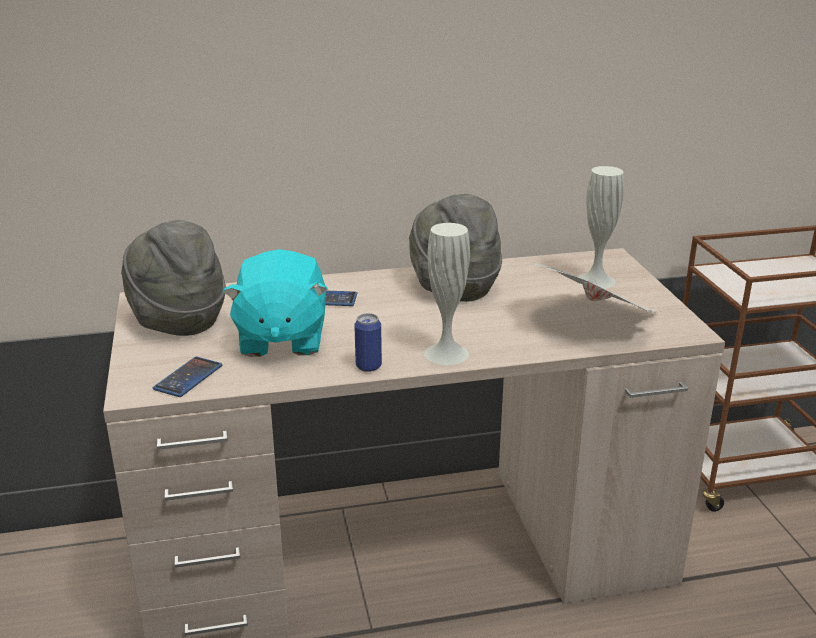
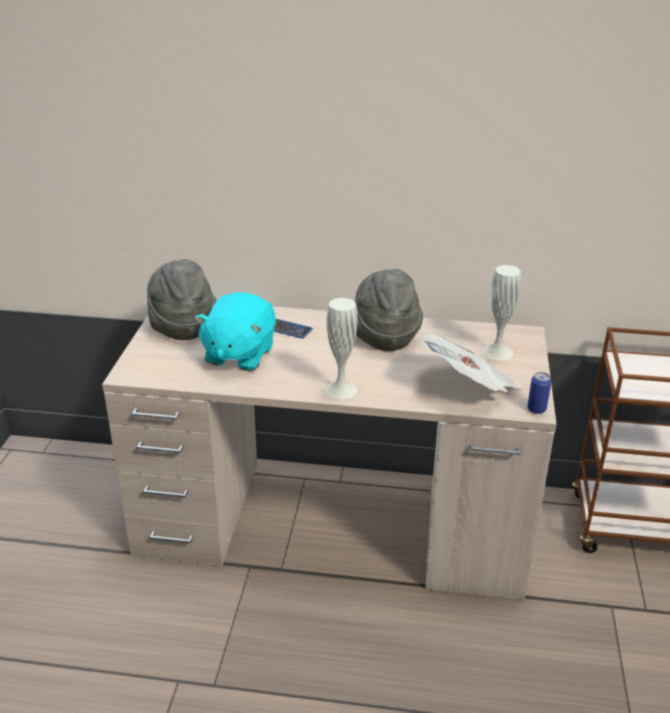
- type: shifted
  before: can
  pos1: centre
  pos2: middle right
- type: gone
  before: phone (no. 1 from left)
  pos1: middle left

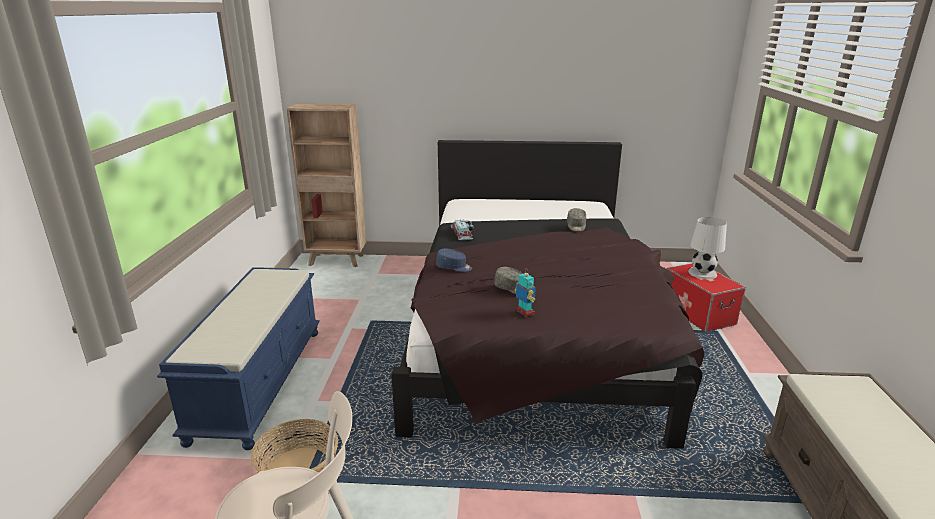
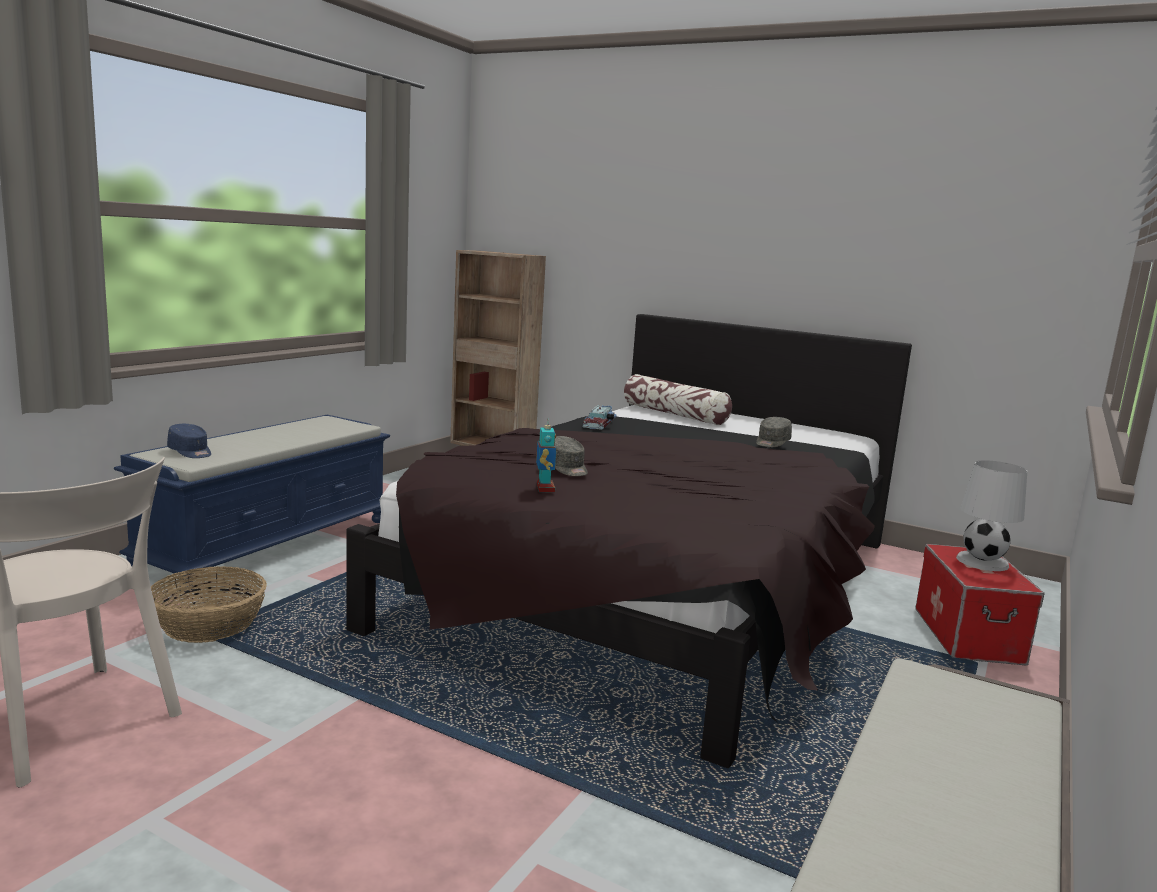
- type: shifted
  before: blue cap
  pos1: centre
  pos2: middle left
- type: new
  after: pillow
  pos2: centre

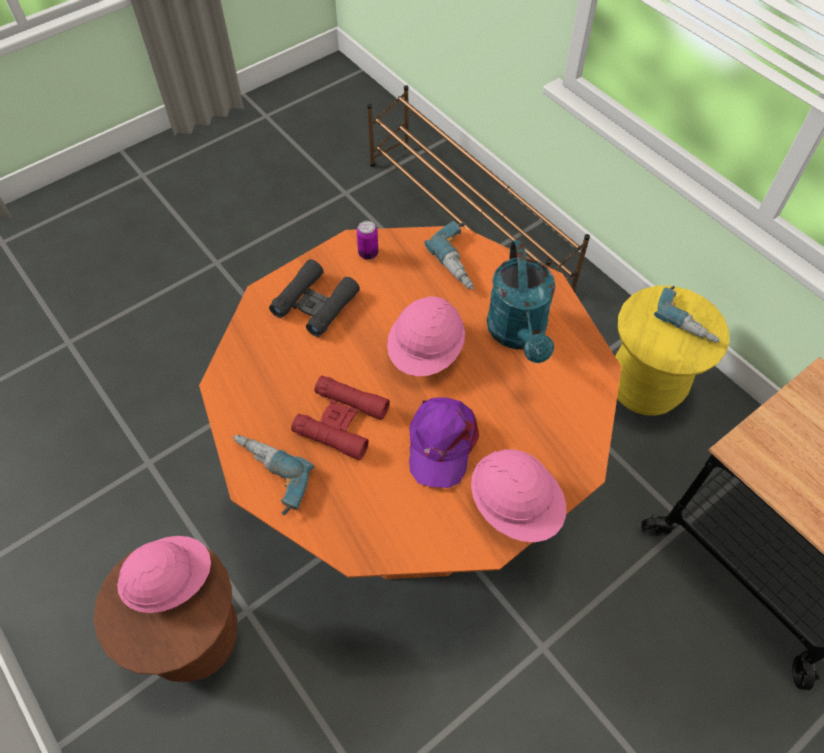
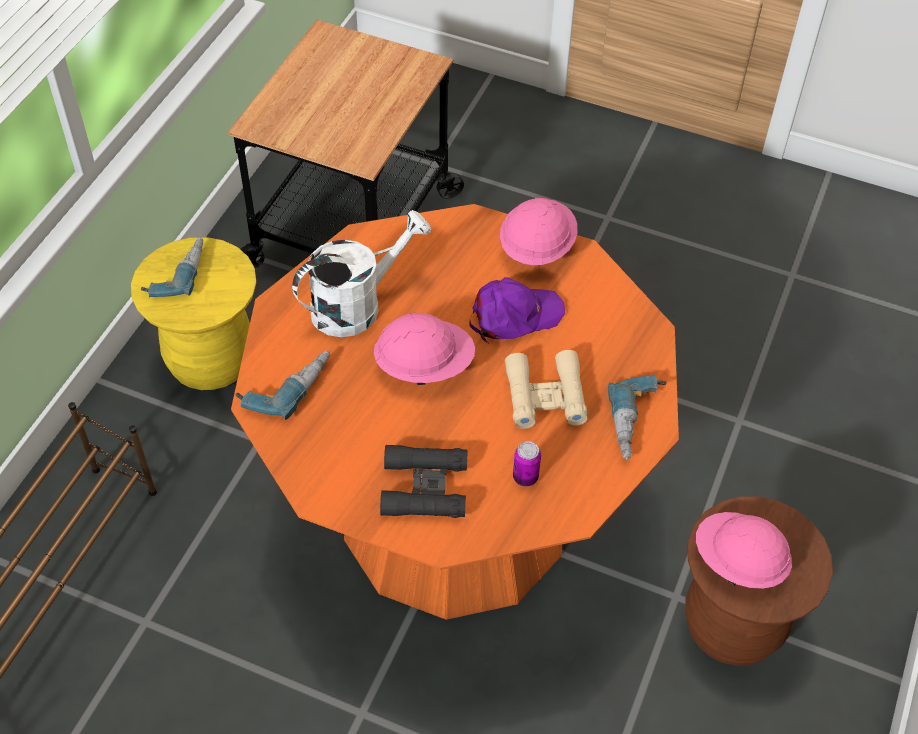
- type: repainted
  before: turquoise watering can
  after: white watering can
  pos1: centre
  pos2: centre
- type: repainted
  before: red binoculars
  after: beige binoculars
  pos1: centre
  pos2: centre
- type: shifted
  before: can
  pos1: top centre
  pos2: centre

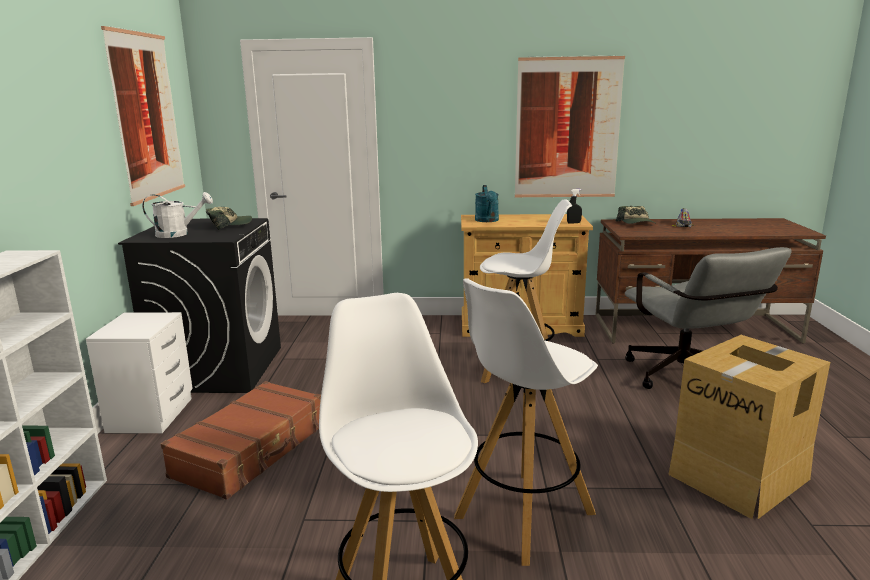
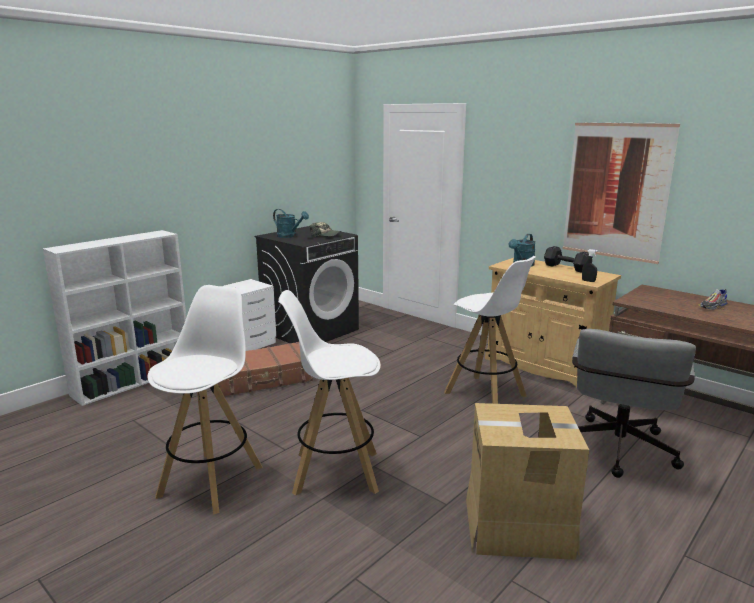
- type: repainted
  before: white watering can
  after: turquoise watering can (no. 1 from left)
  pos1: middle left
  pos2: centre
- type: new
  after: black dumbbell
  pos2: middle right
- type: gone
  before: picture (no. 1 from left)
  pos1: top left
- type: gone
  before: cap (no. 2 from left)
  pos1: middle right

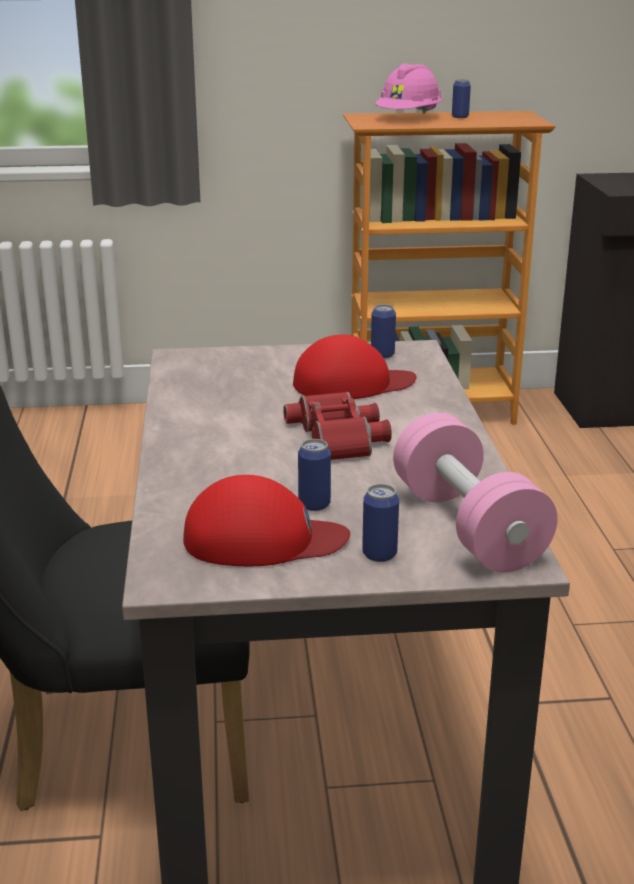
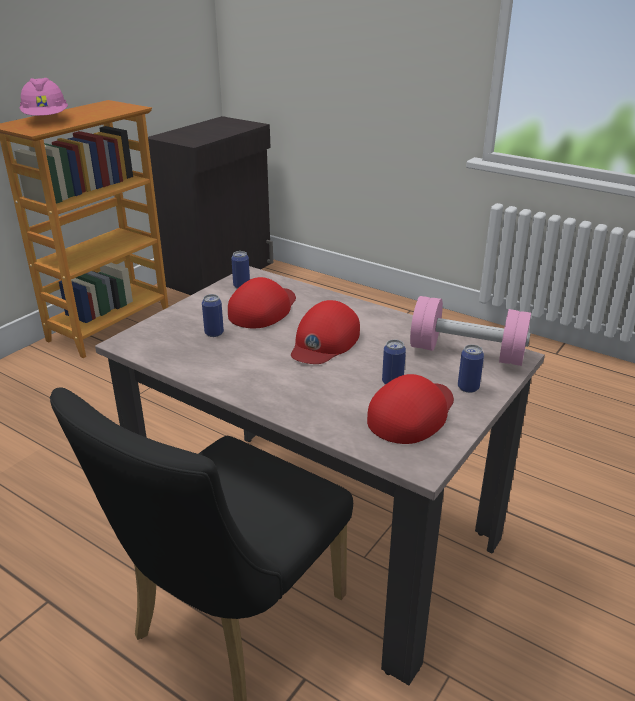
- type: shifted
  before: can (no. 4 from left in the first image)
  after: can (no. 1 from left)
  pos1: top right
  pos2: centre
- type: swapped
  before: red binoculars
  after: red cap (no. 2 from left)
  pos1: centre
  pos2: centre

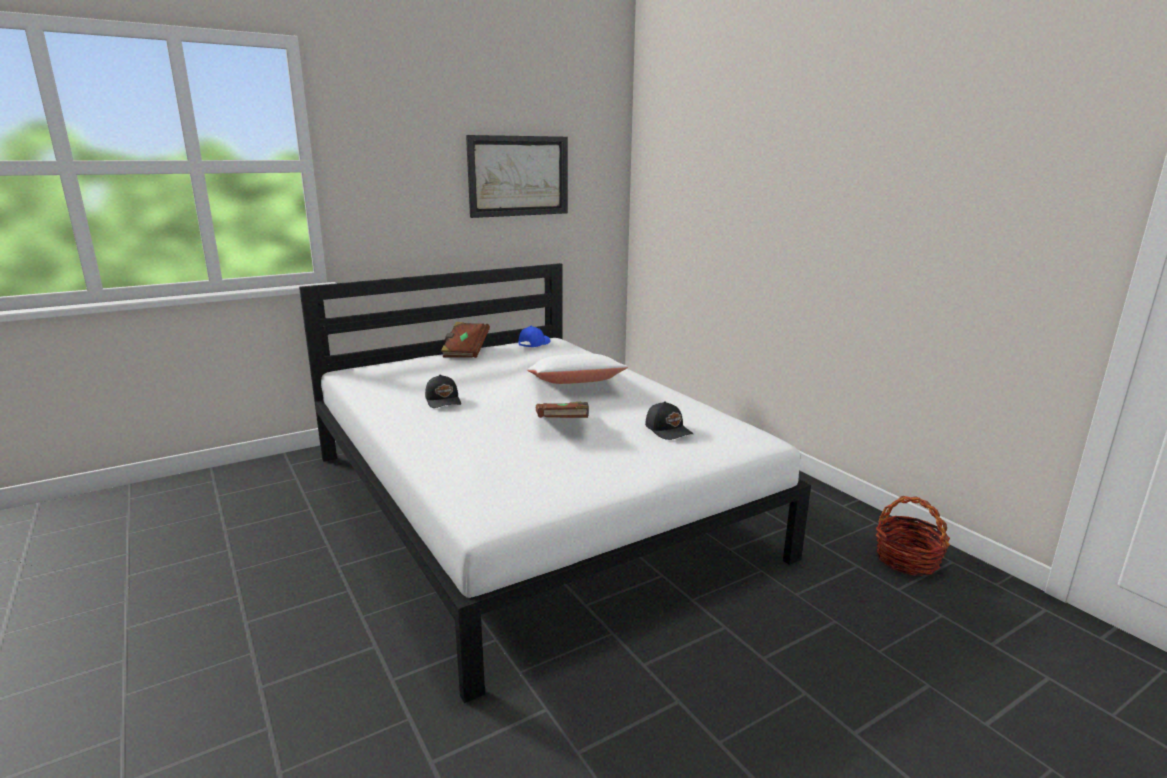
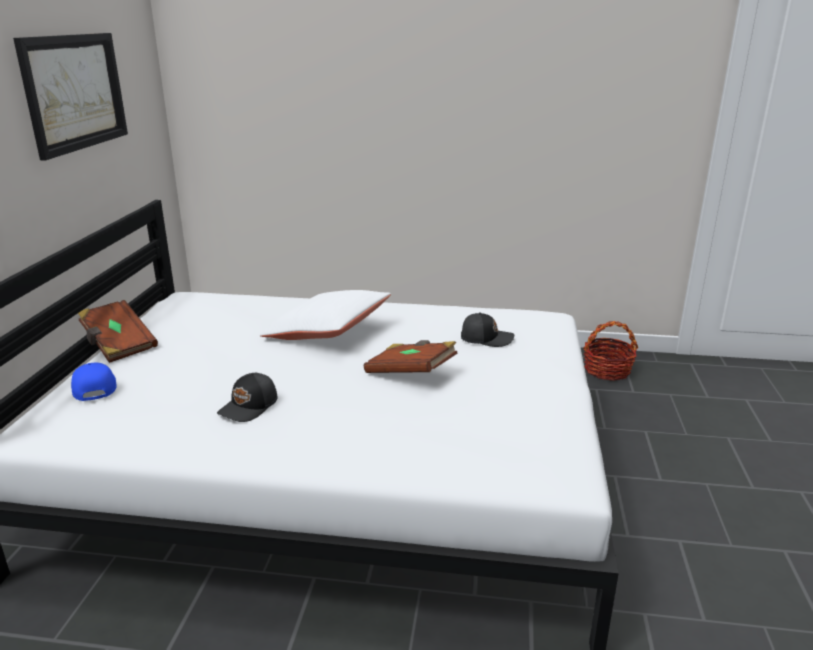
- type: shifted
  before: blue cap
  pos1: centre
  pos2: middle left
- type: rotated
  before: black cap (no. 1 from left)
  pos1: centre
  pos2: middle left
  turn: 105

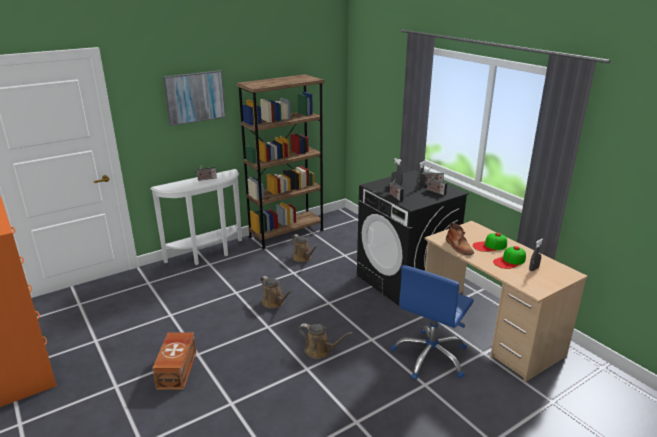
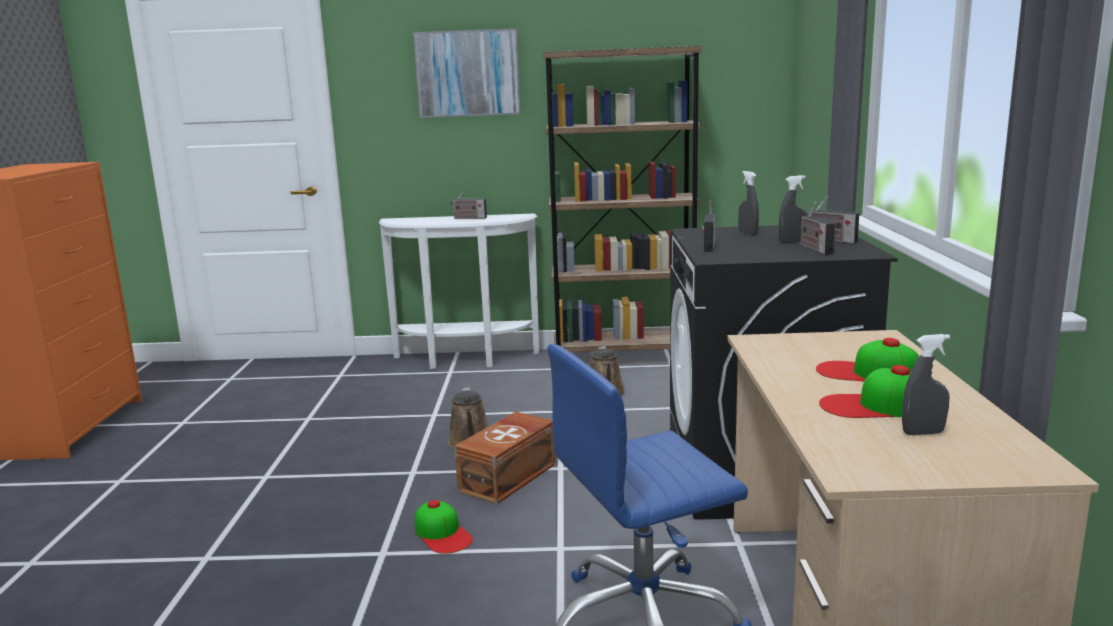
- type: swapped
  before: brown watering can (no. 3 from left)
  after: cap (no. 1 from left)
  pos1: bottom centre
  pos2: bottom centre
- type: shifted
  before: brown storage box
  pos1: bottom left
  pos2: bottom centre
- type: gone
  before: brown boot
  pos1: middle right

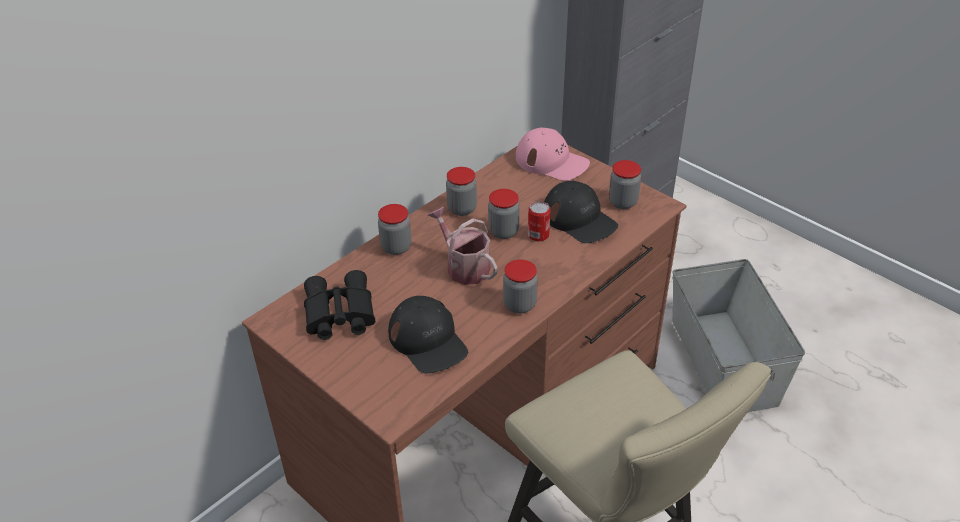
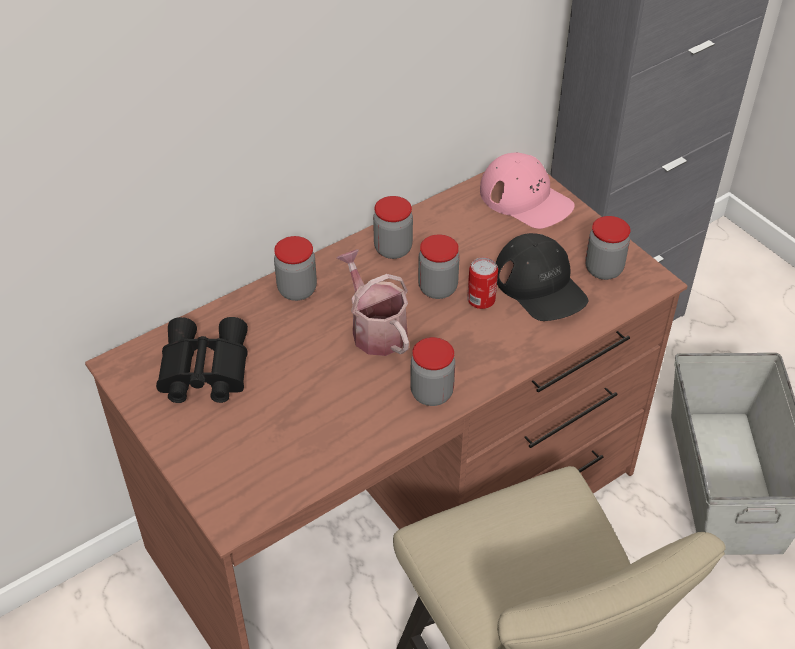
- type: gone
  before: black cap (no. 1 from left)
  pos1: centre

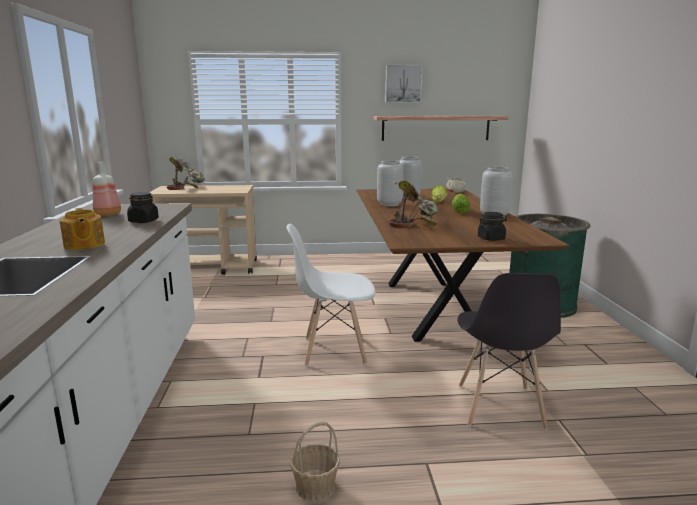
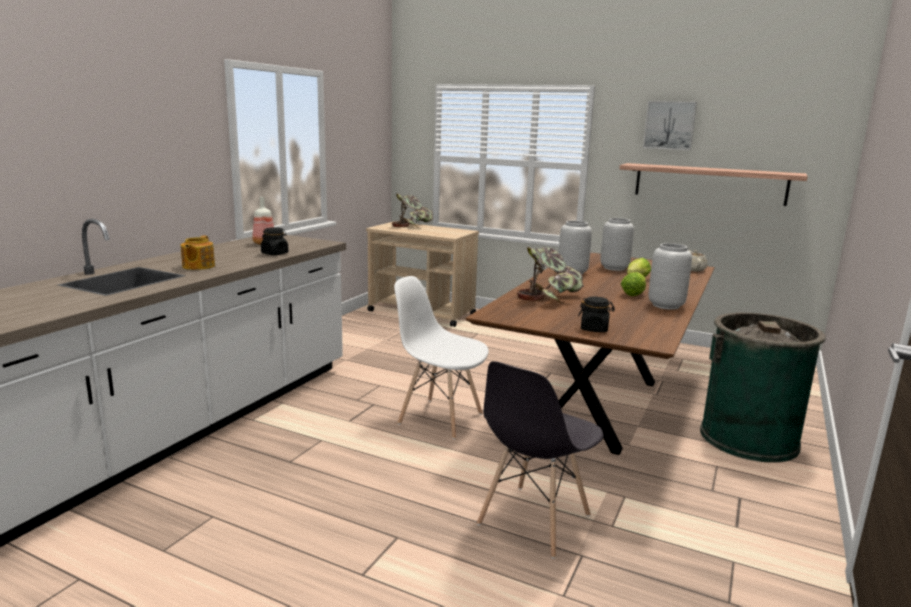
- type: gone
  before: basket
  pos1: bottom centre

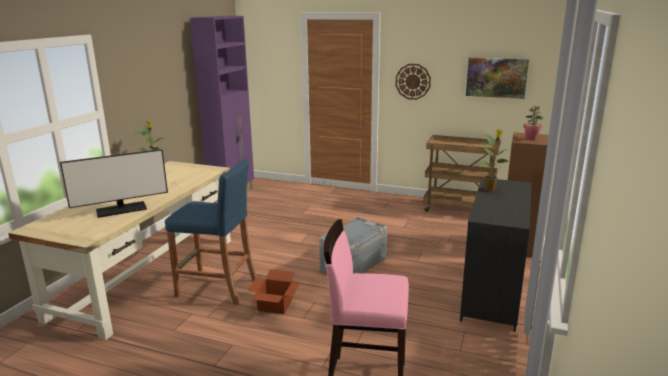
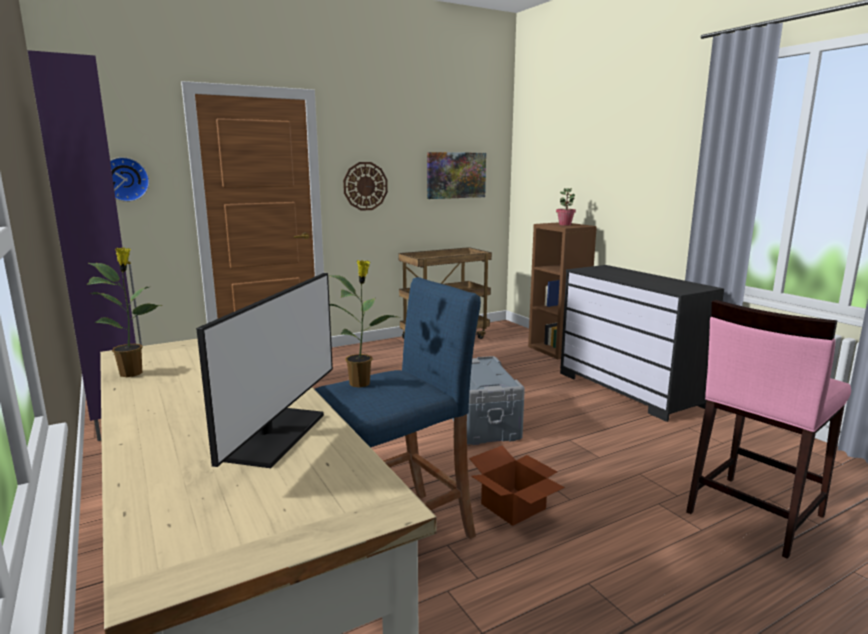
- type: new
  after: wall clock (no. 1 from left)
  pos2: top left
- type: shifted
  before: potted plant (no. 2 from left)
  pos1: middle right
  pos2: centre

